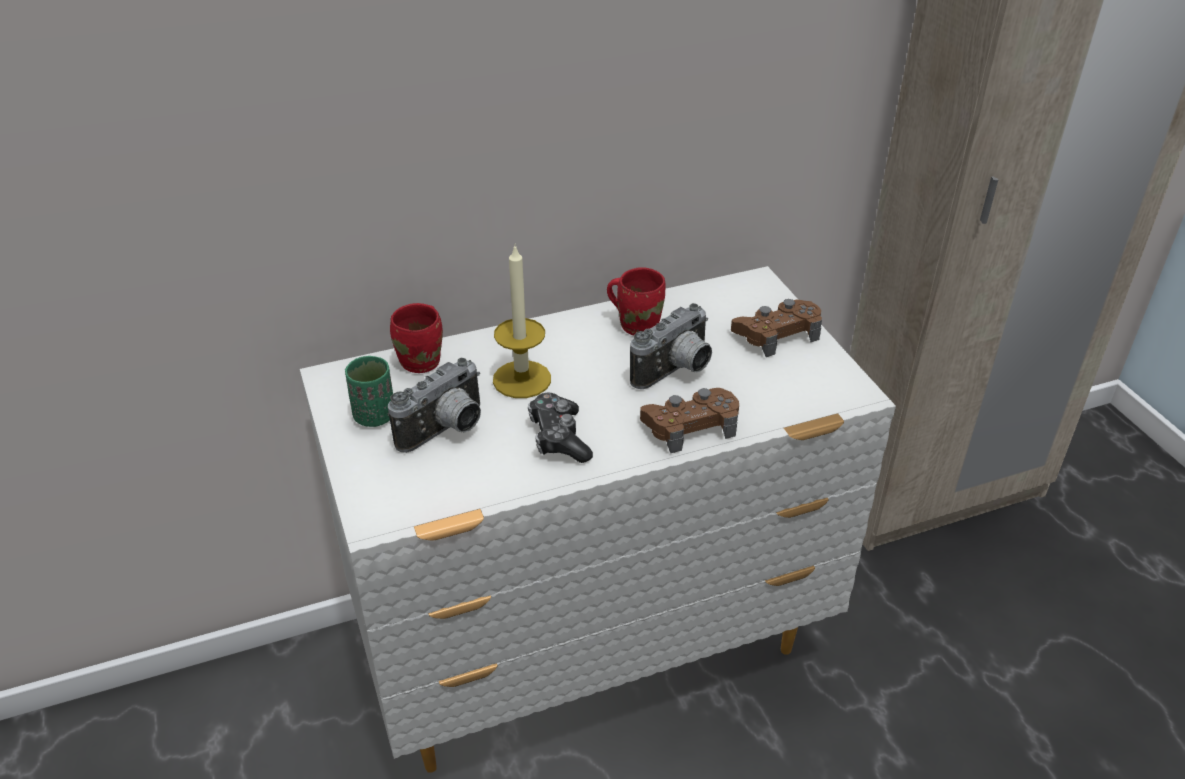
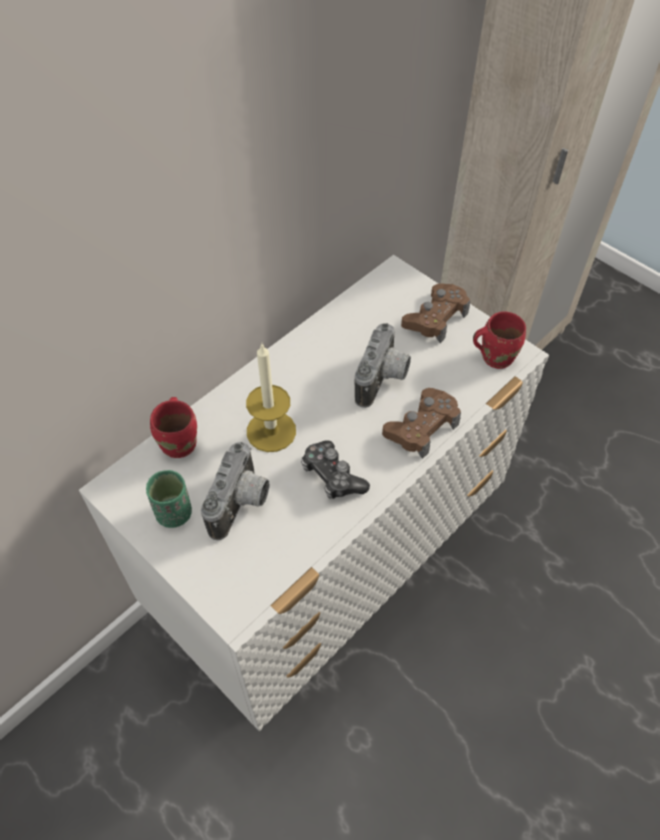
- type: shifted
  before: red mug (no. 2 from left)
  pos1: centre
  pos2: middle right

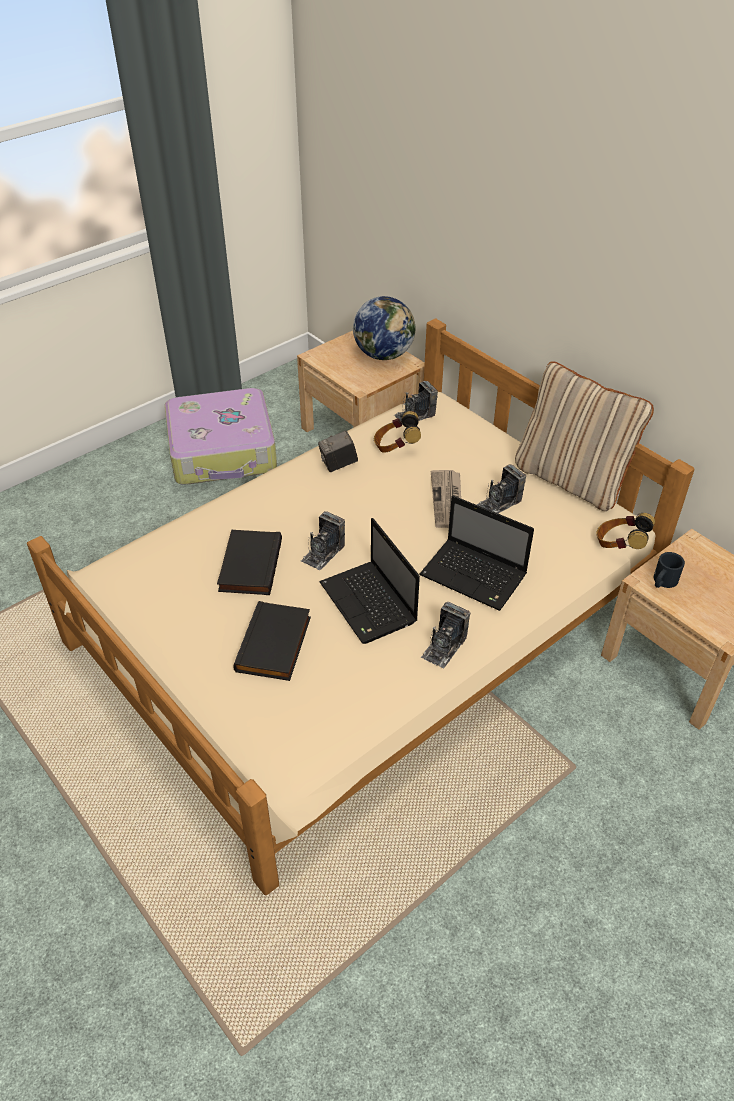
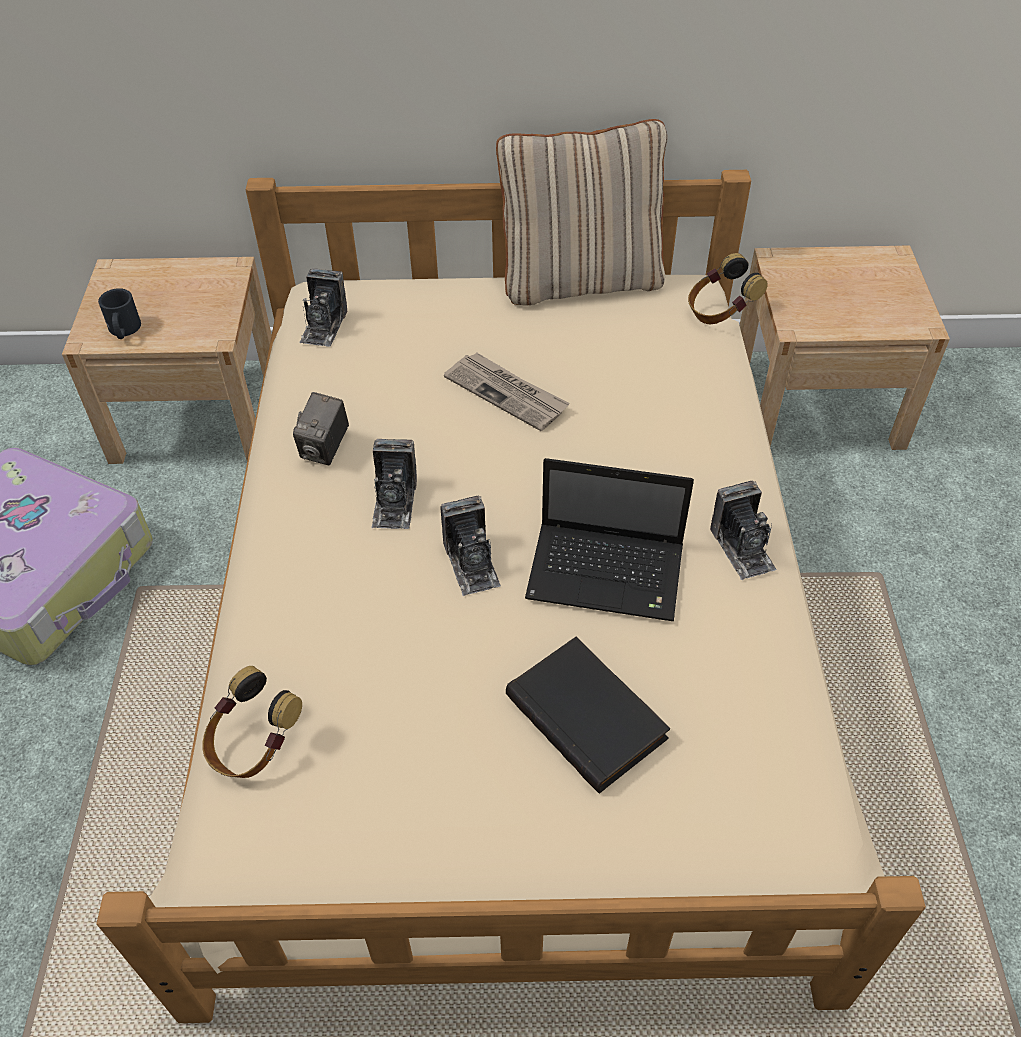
- type: shifted
  before: black mug
  pos1: middle right
  pos2: top left
- type: shifted
  before: headphones (no. 1 from left)
  pos1: centre
  pos2: bottom left
- type: shifted
  before: photo camera (no. 5 from left in the first image)
  after: photo camera (no. 3 from left)
  pos1: middle right
  pos2: centre
- type: gone
  before: black book (no. 1 from left)
  pos1: centre
- type: gone
  before: globe
  pos1: top centre
- type: gone
  before: laptop (no. 2 from left)
  pos1: centre

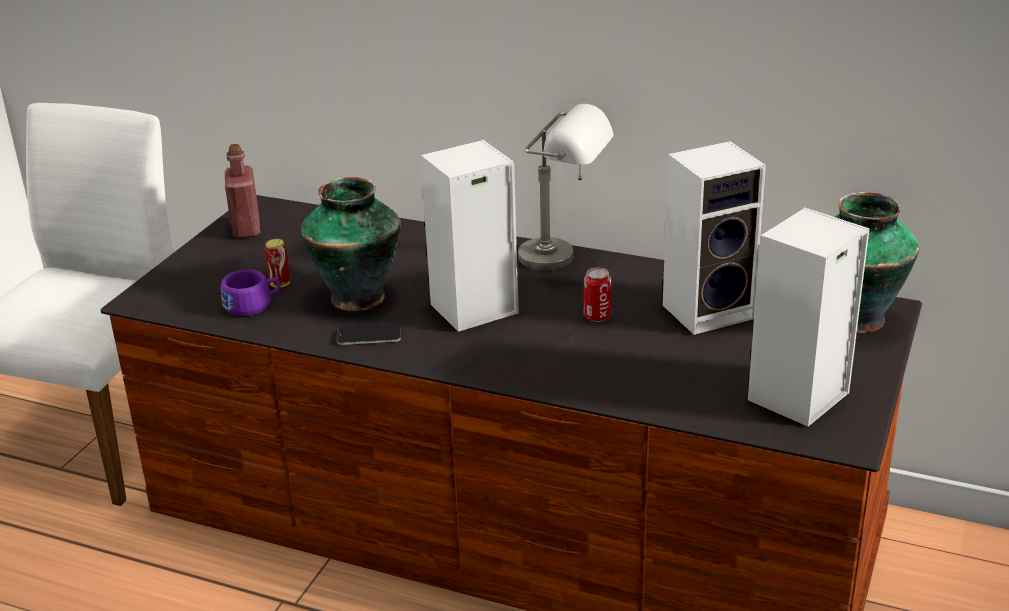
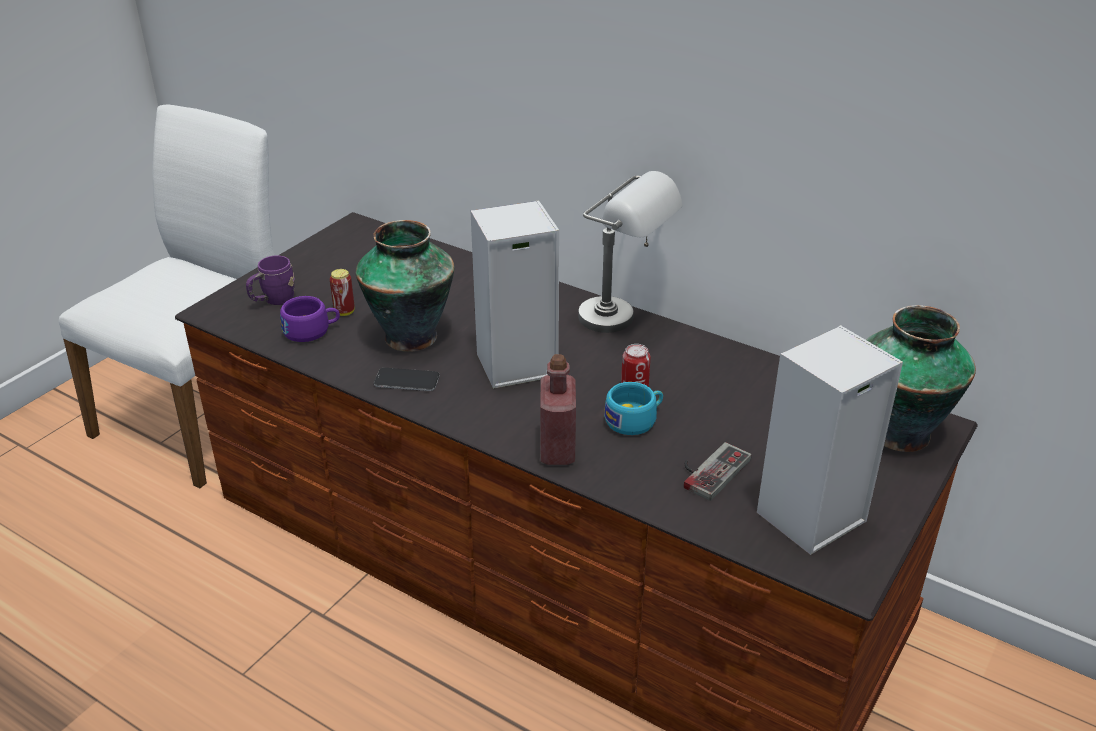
- type: new
  after: purple mug
  pos2: middle left
- type: shifted
  before: red bottle
  pos1: top left
  pos2: centre
- type: new
  after: turquoise cup
  pos2: centre
- type: new
  after: game controller
  pos2: centre
- type: gone
  before: speaker (no. 2 from left)
  pos1: middle right

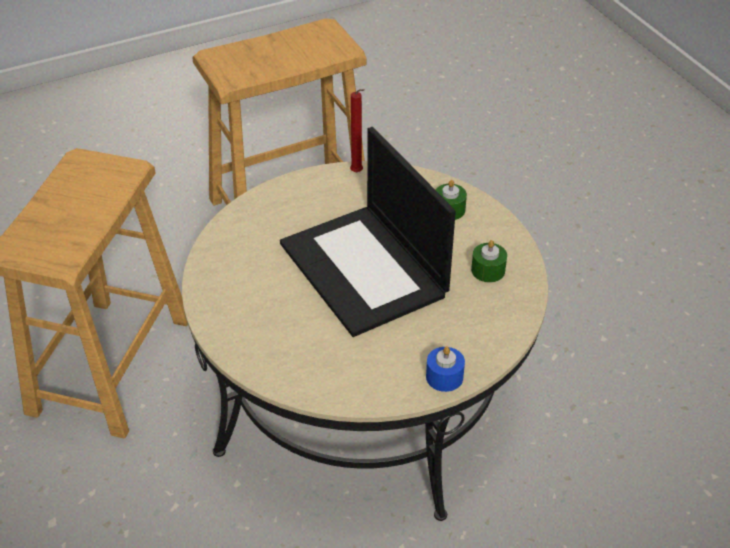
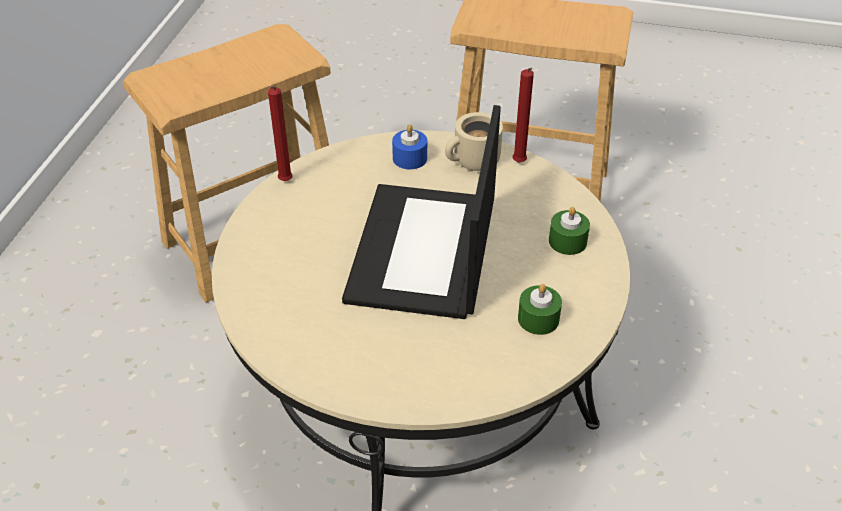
- type: new
  after: red candle (no. 1 from left)
  pos2: top left
- type: shifted
  before: blue candle
  pos1: bottom centre
  pos2: top centre
- type: new
  after: beige mug
  pos2: top centre

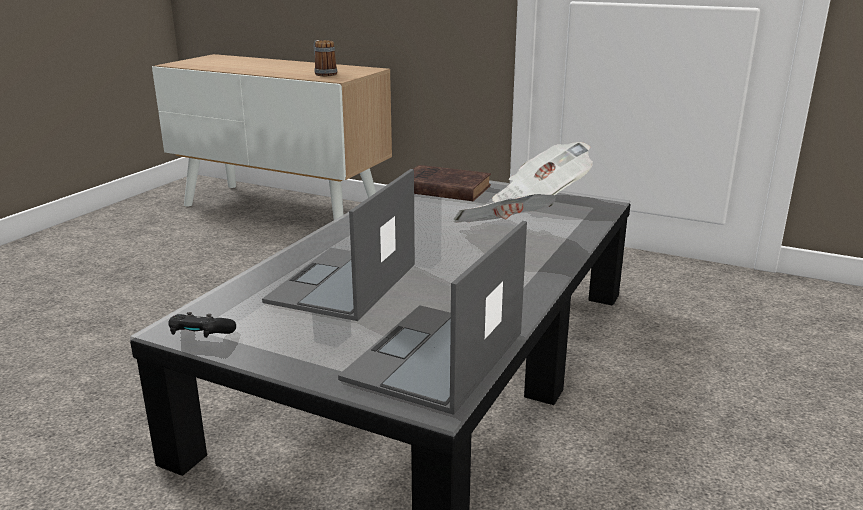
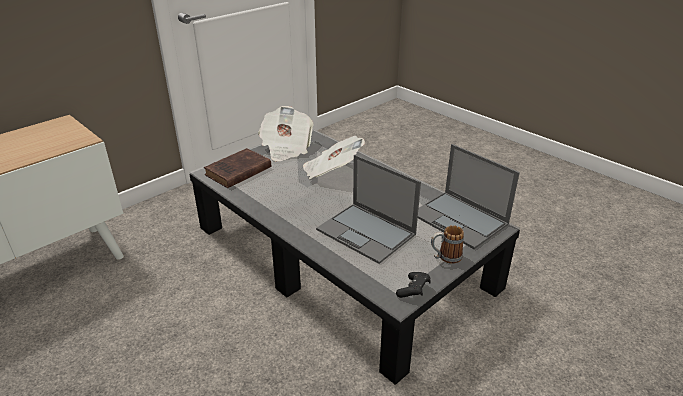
- type: shifted
  before: mug
  pos1: top centre
  pos2: centre

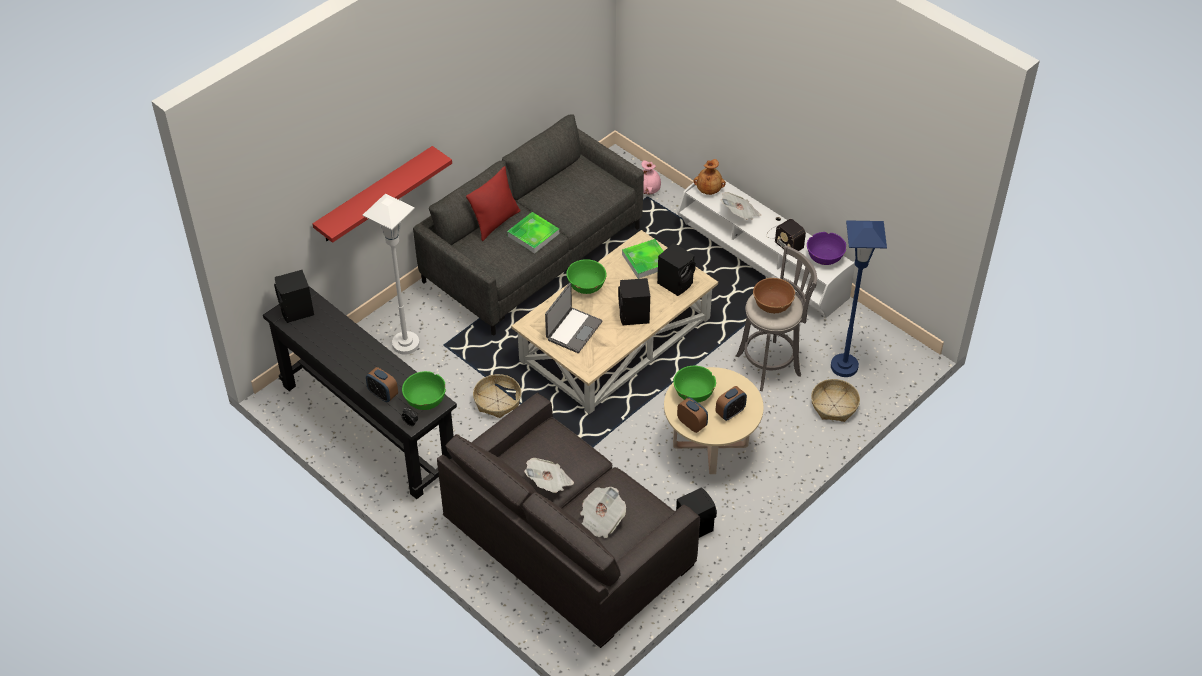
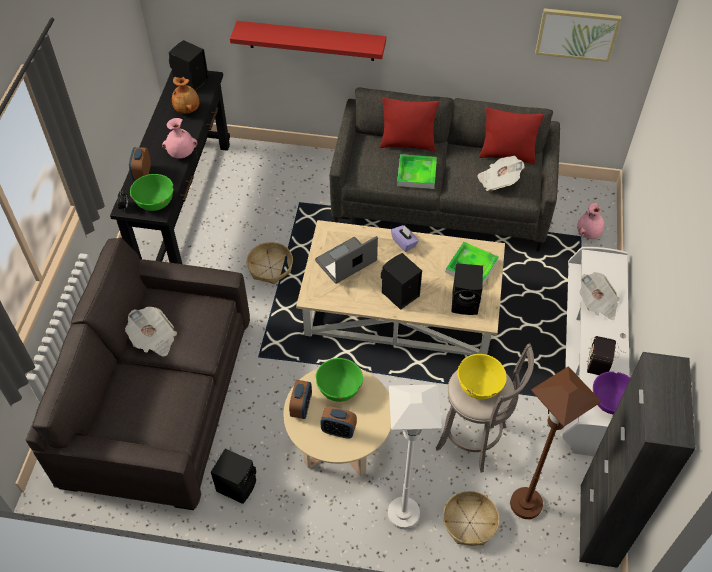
- type: new
  after: pink vase (no. 1 from left)
  pos2: top left
- type: shifted
  before: brown vase
  pos1: top centre
  pos2: top left
- type: rotated
  before: laptop
  pos1: centre
  pos2: centre
  turn: 150
- type: shifted
  before: white floor lamp
  pos1: middle left
  pos2: bottom centre
- type: swapped
  before: green bowl (no. 2 from left)
  after: purple tissue box
  pos1: centre
  pos2: centre
- type: repainted
  before: brown bowl
  after: yellow bowl
  pos1: centre
  pos2: middle right
- type: shifted
  before: newspaper (no. 2 from left)
  pos1: bottom centre
  pos2: top right
- type: new
  after: red pillow (no. 2 from left)
  pos2: top right
- type: repainted
  before: blue floor lamp
  after: brown floor lamp
  pos1: middle right
  pos2: bottom right
- type: new
  after: picture
  pos2: top right
- type: new
  after: black cabinet
  pos2: bottom right

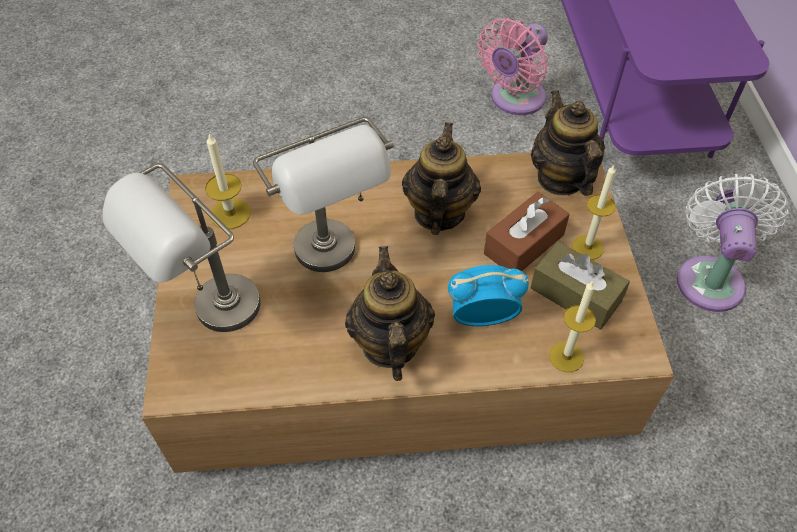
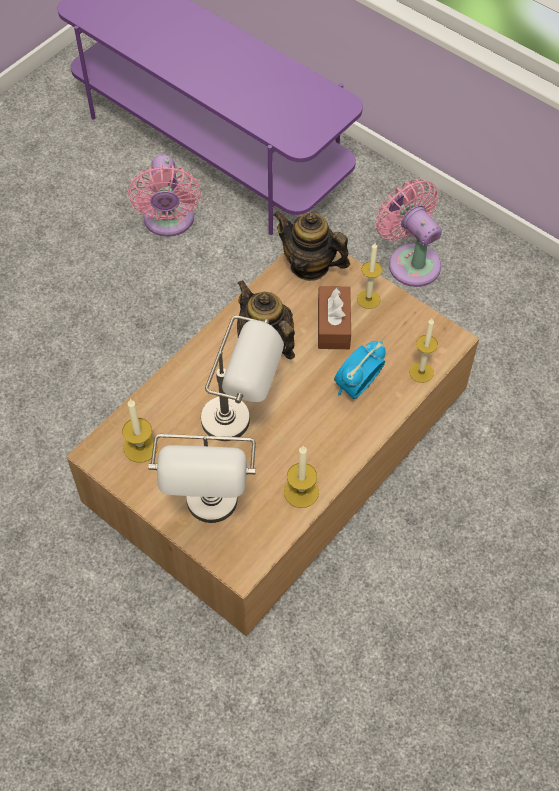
- type: new
  after: candle (no. 2 from left)
  pos2: centre
- type: repainted
  before: white fan
  after: pink fan (no. 2 from left)
  pos1: middle right
  pos2: top right
- type: gone
  before: teapot (no. 1 from left)
  pos1: centre
- type: gone
  before: brown tissue box (no. 2 from left)
  pos1: middle right

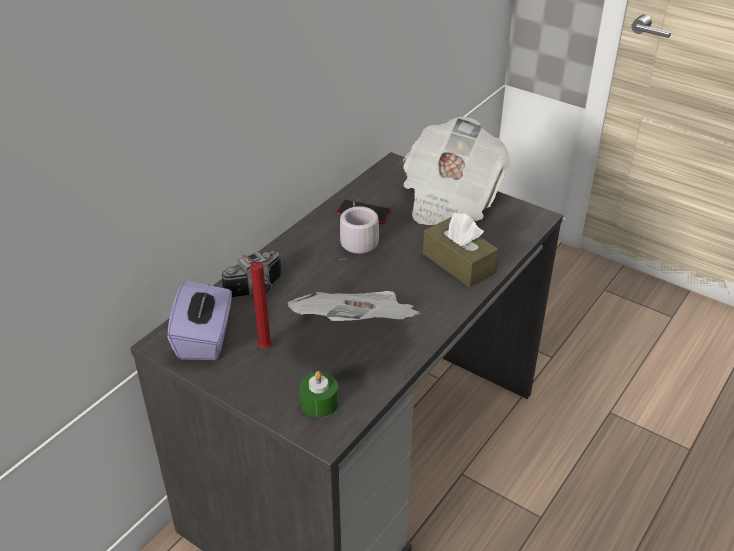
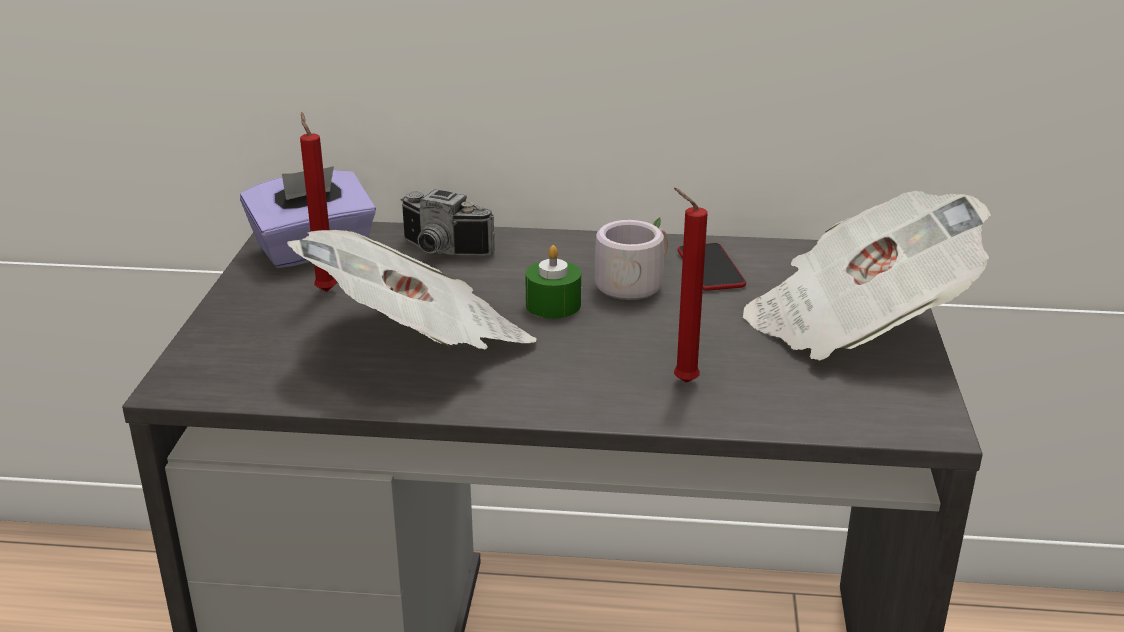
- type: shifted
  before: green candle
  pos1: bottom centre
  pos2: centre
- type: swapped
  before: brown tissue box
  after: red candle (no. 2 from left)
  pos1: centre
  pos2: centre

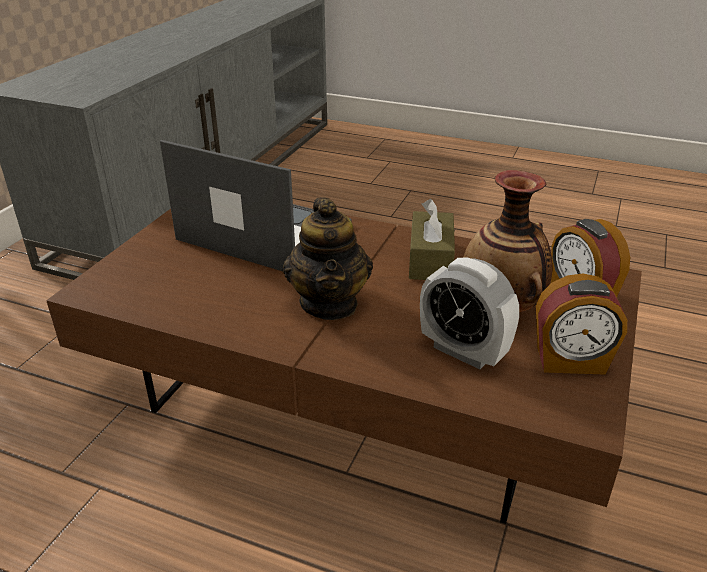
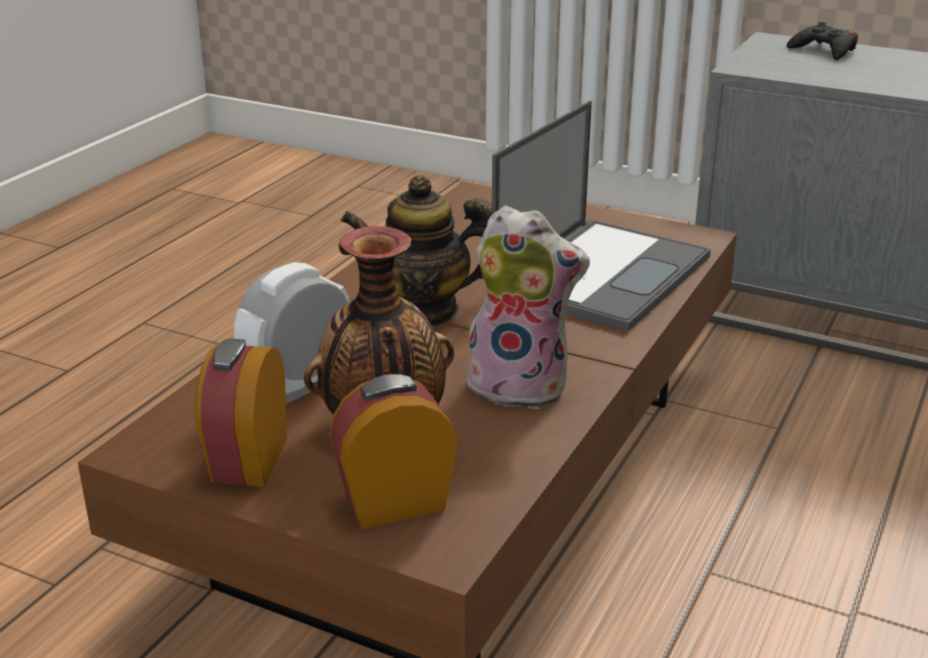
- type: swapped
  before: brown tissue box
  after: plush toy
  pos1: centre
  pos2: centre
- type: new
  after: black game controller
  pos2: top right

